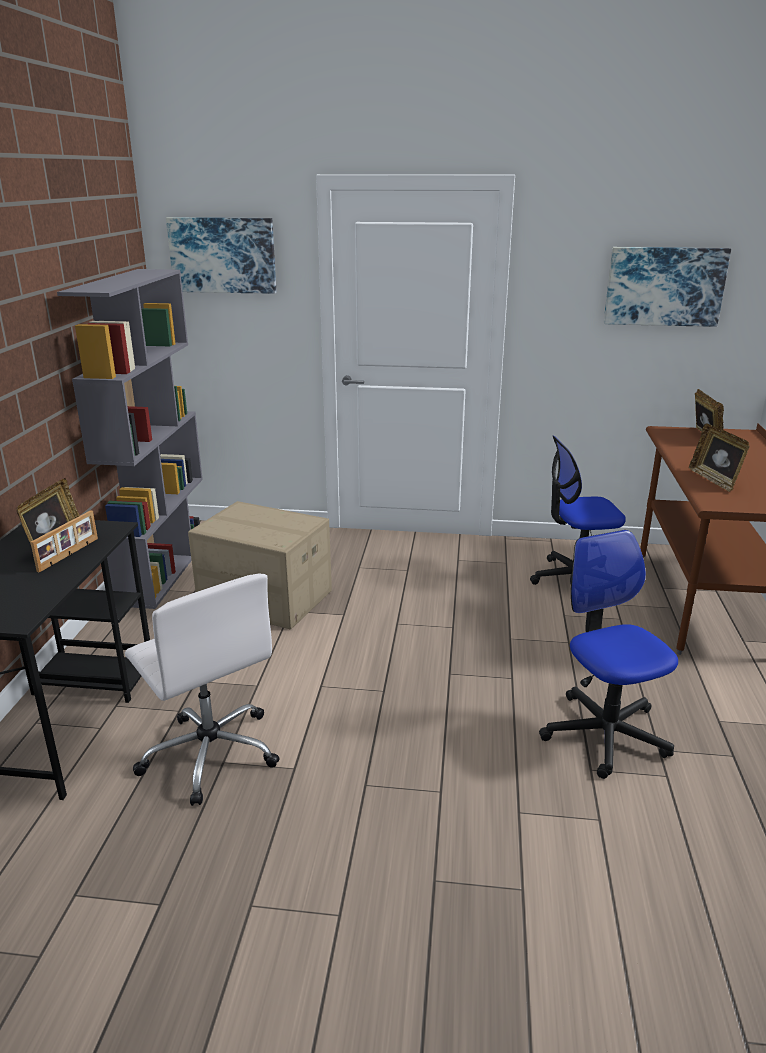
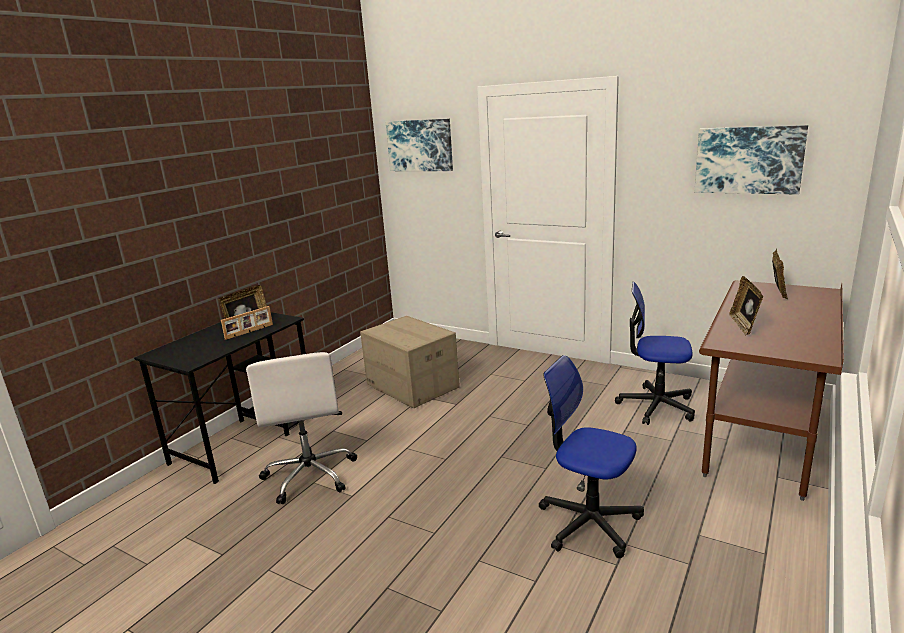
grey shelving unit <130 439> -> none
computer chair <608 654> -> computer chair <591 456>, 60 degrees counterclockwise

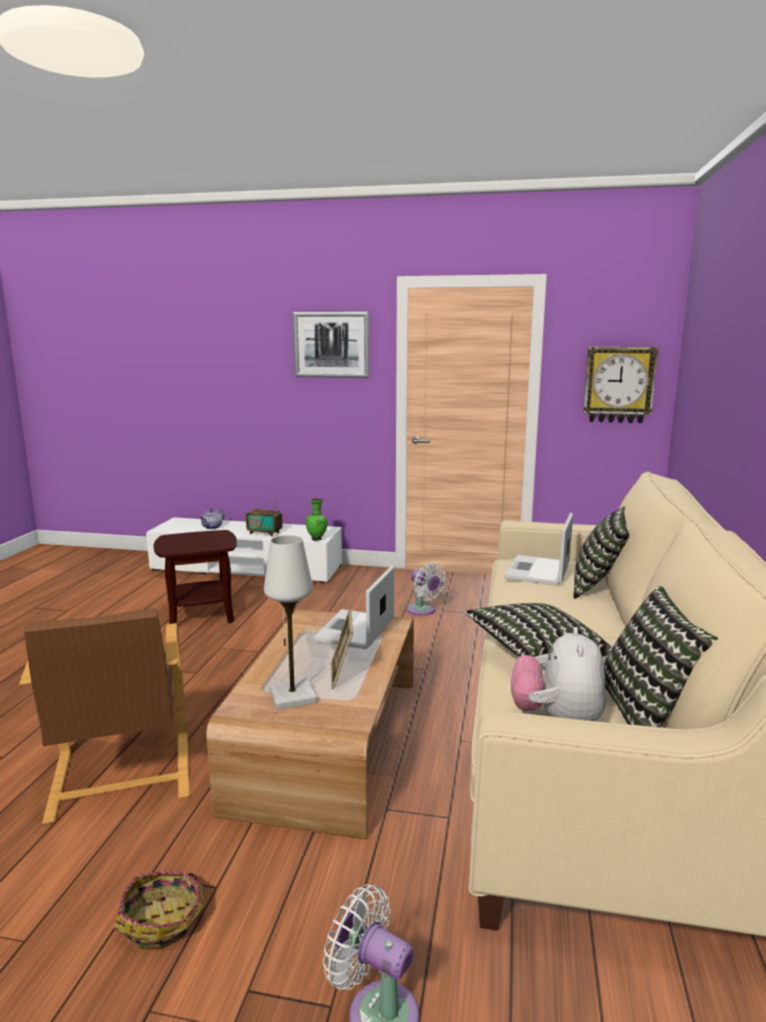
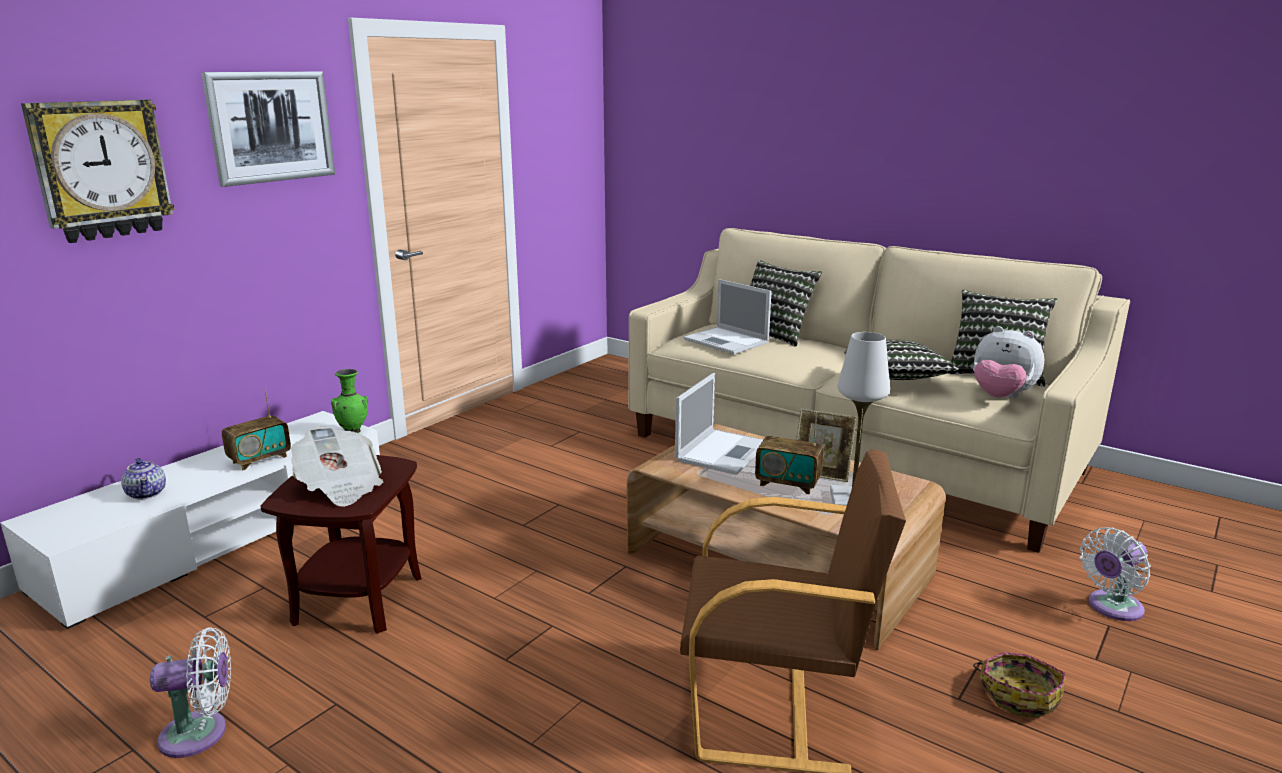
none -> newspaper <337 466>
none -> radio <789 453>
whitish fan <426 589> -> whitish fan <190 692>, move
hanging clock <621 385> -> hanging clock <98 171>, move
laptop <353 607> -> laptop <719 424>, 105 degrees counterclockwise

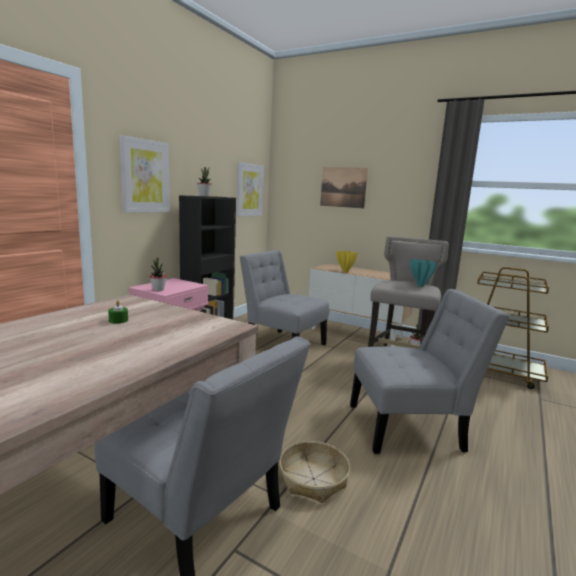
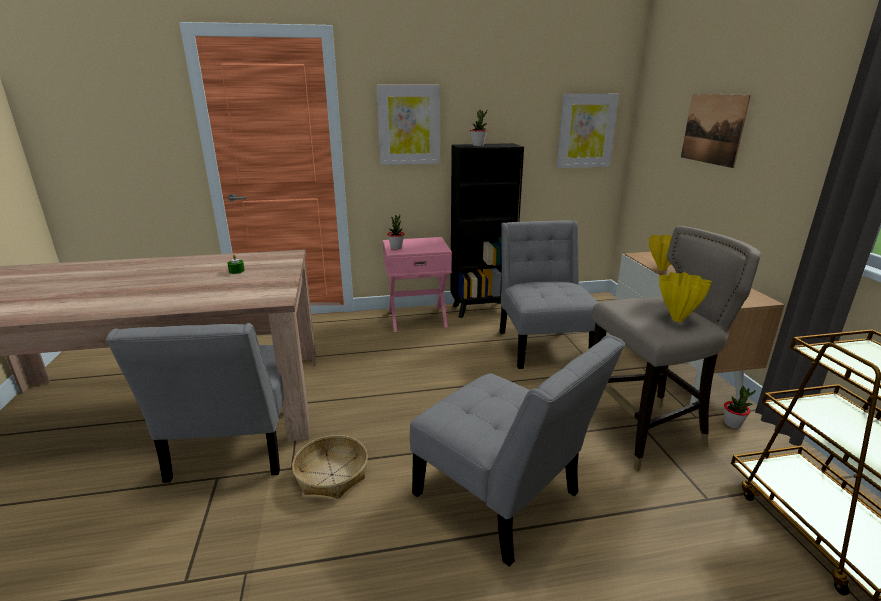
turquoise decorative vase <423 273> -> yellow-coloured decorative vase <685 297>

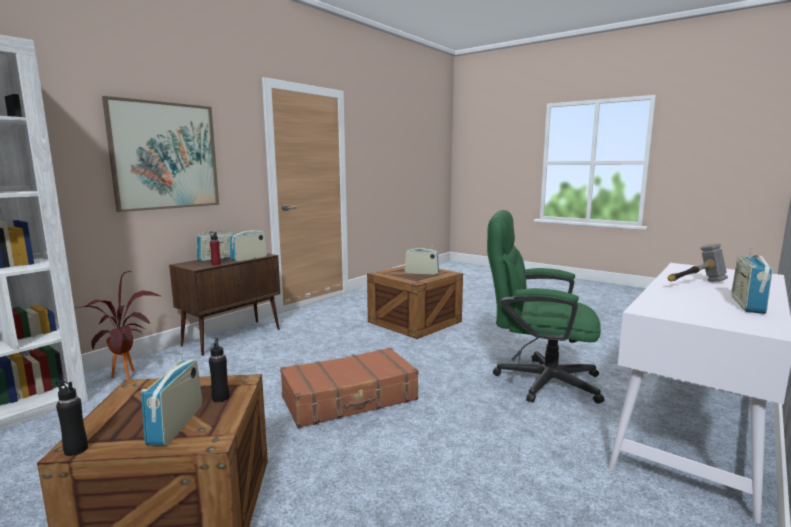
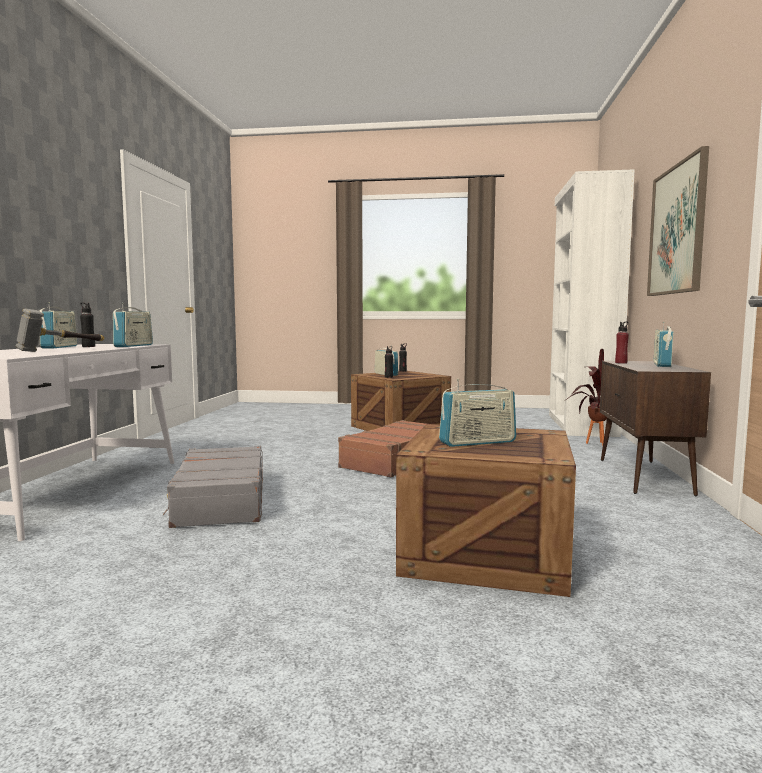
none -> blackish drink bottle <87 325>
radio <248 243> -> radio <133 325>, move
green-coloured computer chair <546 307> -> grey suitcase <213 487>

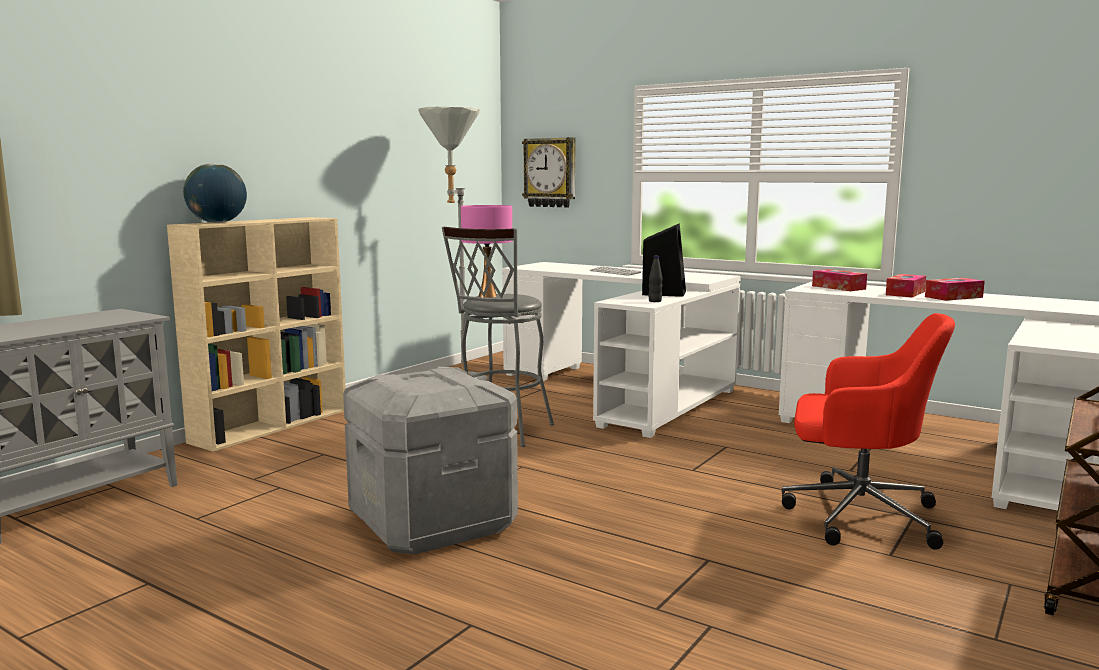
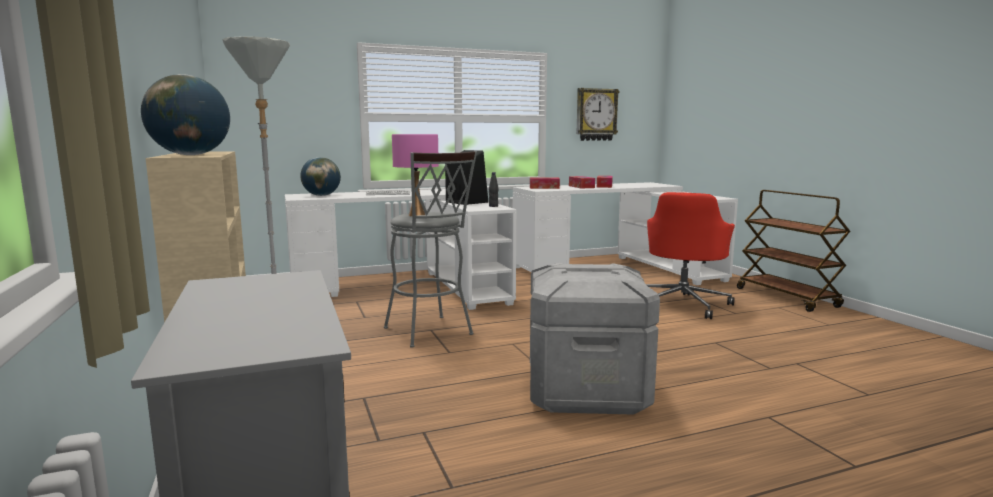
none -> globe <320 176>
hanging clock <549 172> -> hanging clock <598 114>, move
red computer chair <868 431> -> red computer chair <690 255>, 150 degrees clockwise

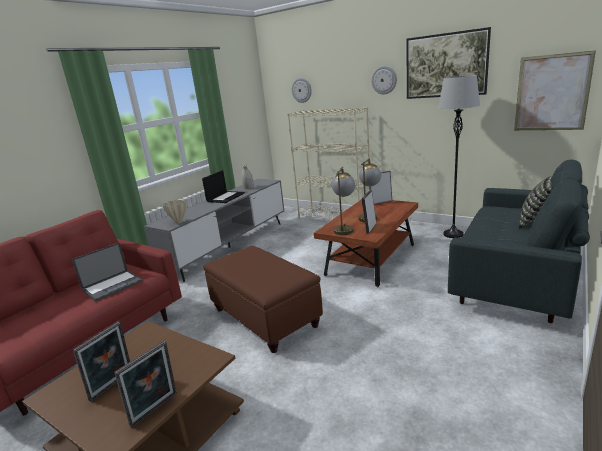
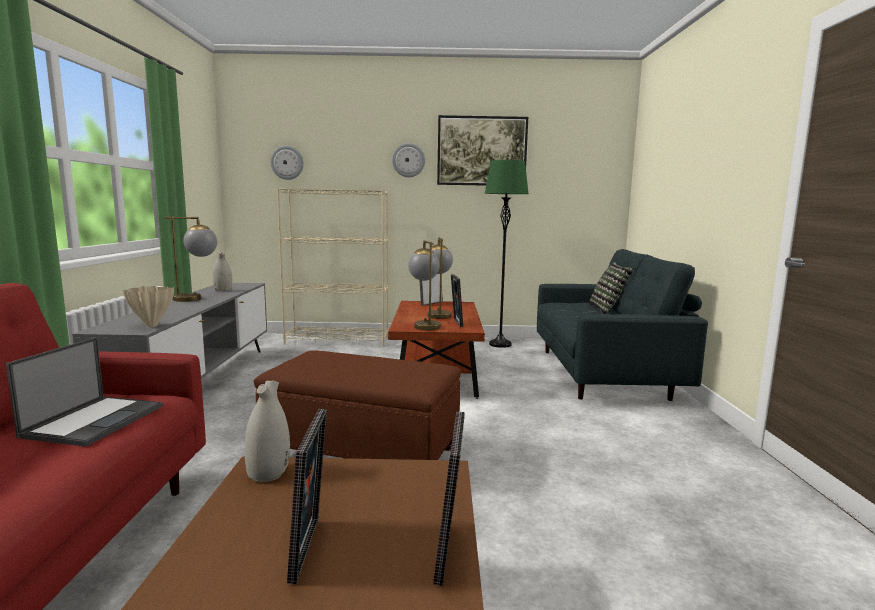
wall picture <555 90> -> none
none -> whitish decorative vase <267 431>
laptop <223 186> -> tabletop lamp <190 259>
grey standard lamp <459 156> -> green-coloured standard lamp <506 254>

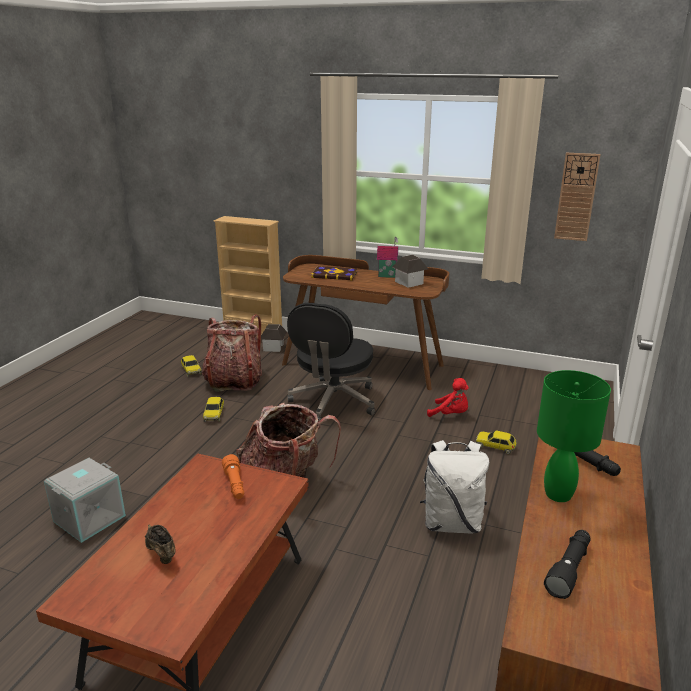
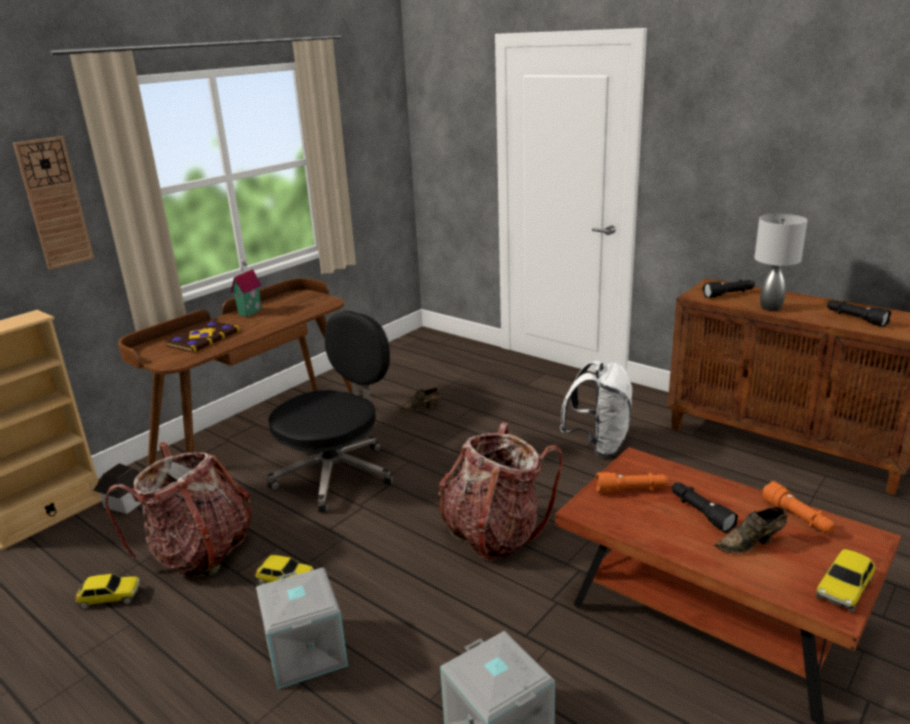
model house <410 271> -> none
none -> grey storage container <302 628>
none -> blackish hand torch <705 507>
none -> orange-coloured hand torch <798 507>
toy car <496 442> -> toy car <845 581>, move
hanging clock <577 197> -> hanging clock <53 203>, move
red cuddly toy <448 397> -> brown-coloured shoe <419 400>
green-coloured tabletop lamp <574 436> -> grey tabletop lamp <781 262>
blackish computer chair <331 362> -> blackish computer chair <330 412>, 90 degrees counterclockwise

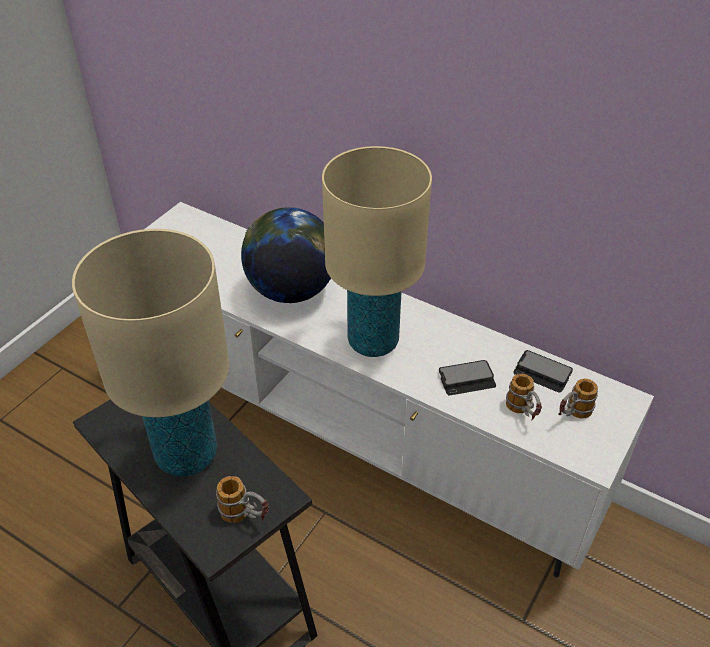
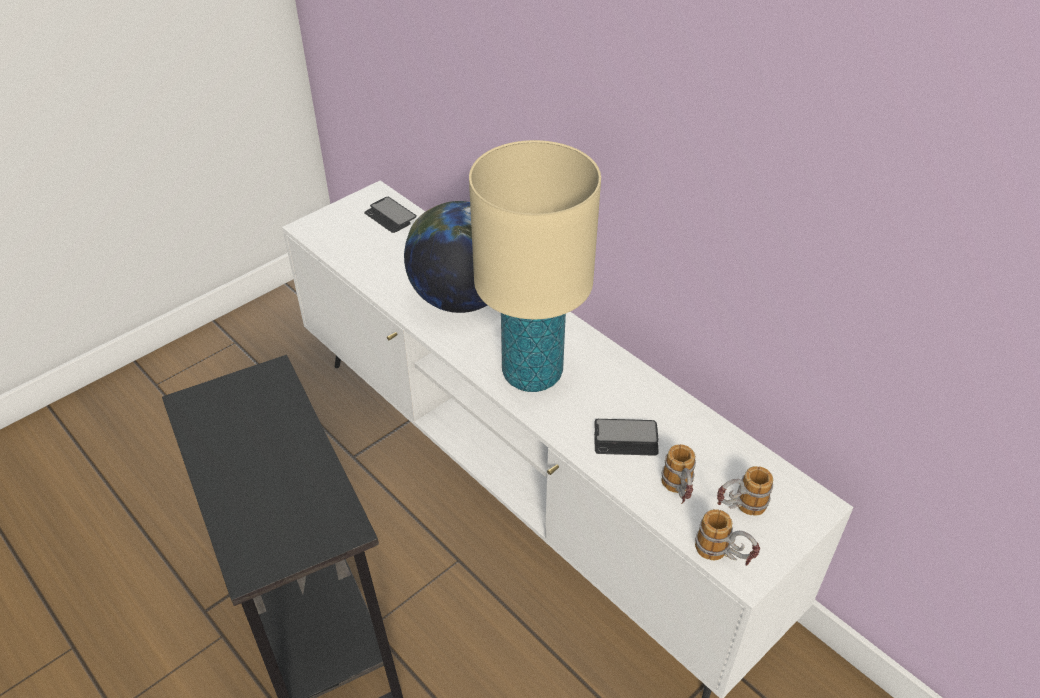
sand-coloured tabletop lamp <150 352> -> none
coffee mug <242 499> -> coffee mug <727 537>, move
telephone <543 371> -> telephone <390 215>, move

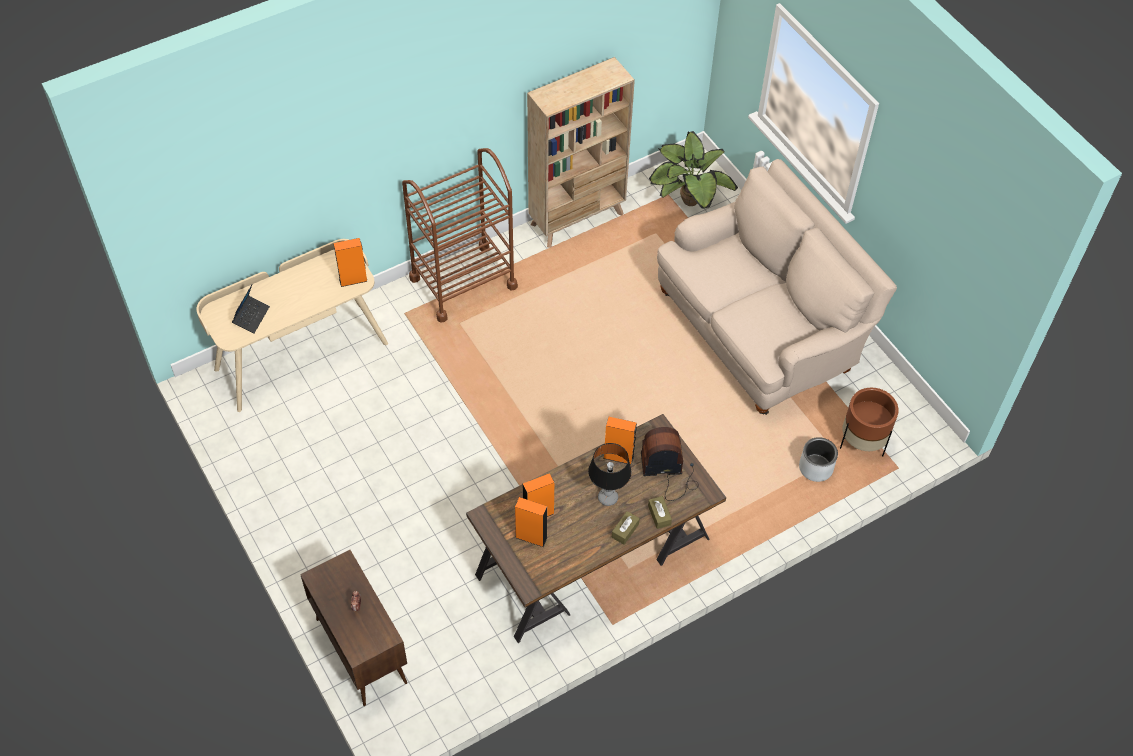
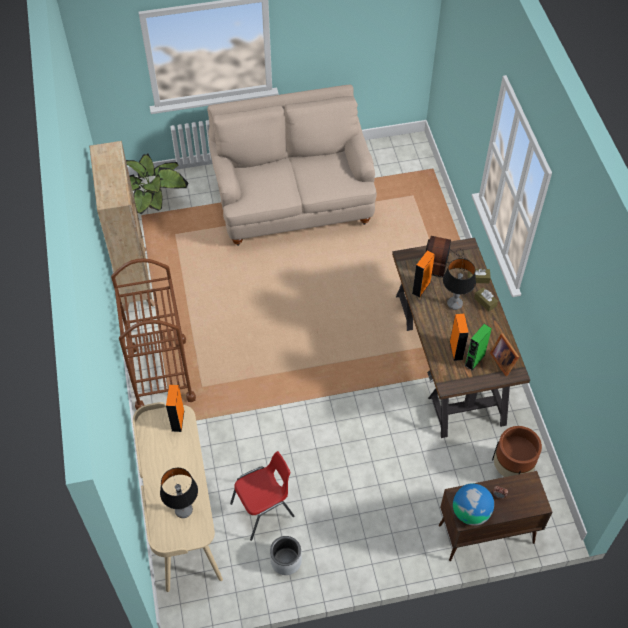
none -> red chair <262 496>
none -> globe <473 504>
none -> picture frame <504 354>
grey flower pot <818 459> -> grey flower pot <286 555>, move
brown-coloured flower pot <869 422> -> brown-coloured flower pot <517 451>, move
laptop <251 309> -> tabletop lamp <179 493>
orange-coloured loudspeaker <531 522> -> green-coloured loudspeaker <478 347>

